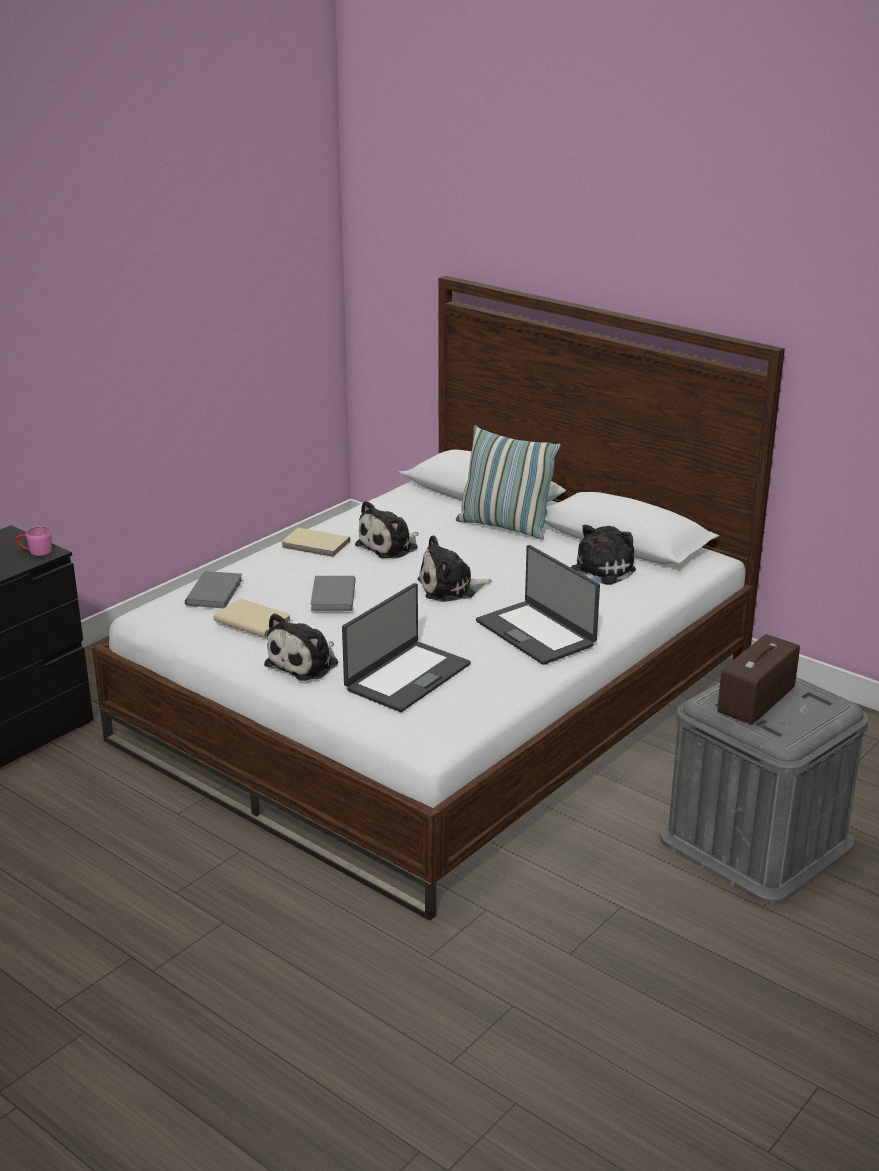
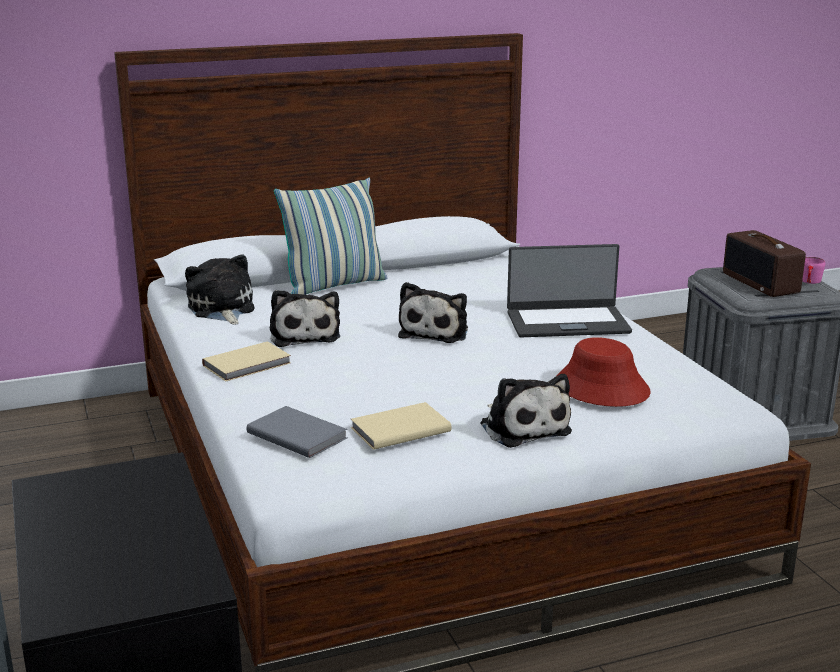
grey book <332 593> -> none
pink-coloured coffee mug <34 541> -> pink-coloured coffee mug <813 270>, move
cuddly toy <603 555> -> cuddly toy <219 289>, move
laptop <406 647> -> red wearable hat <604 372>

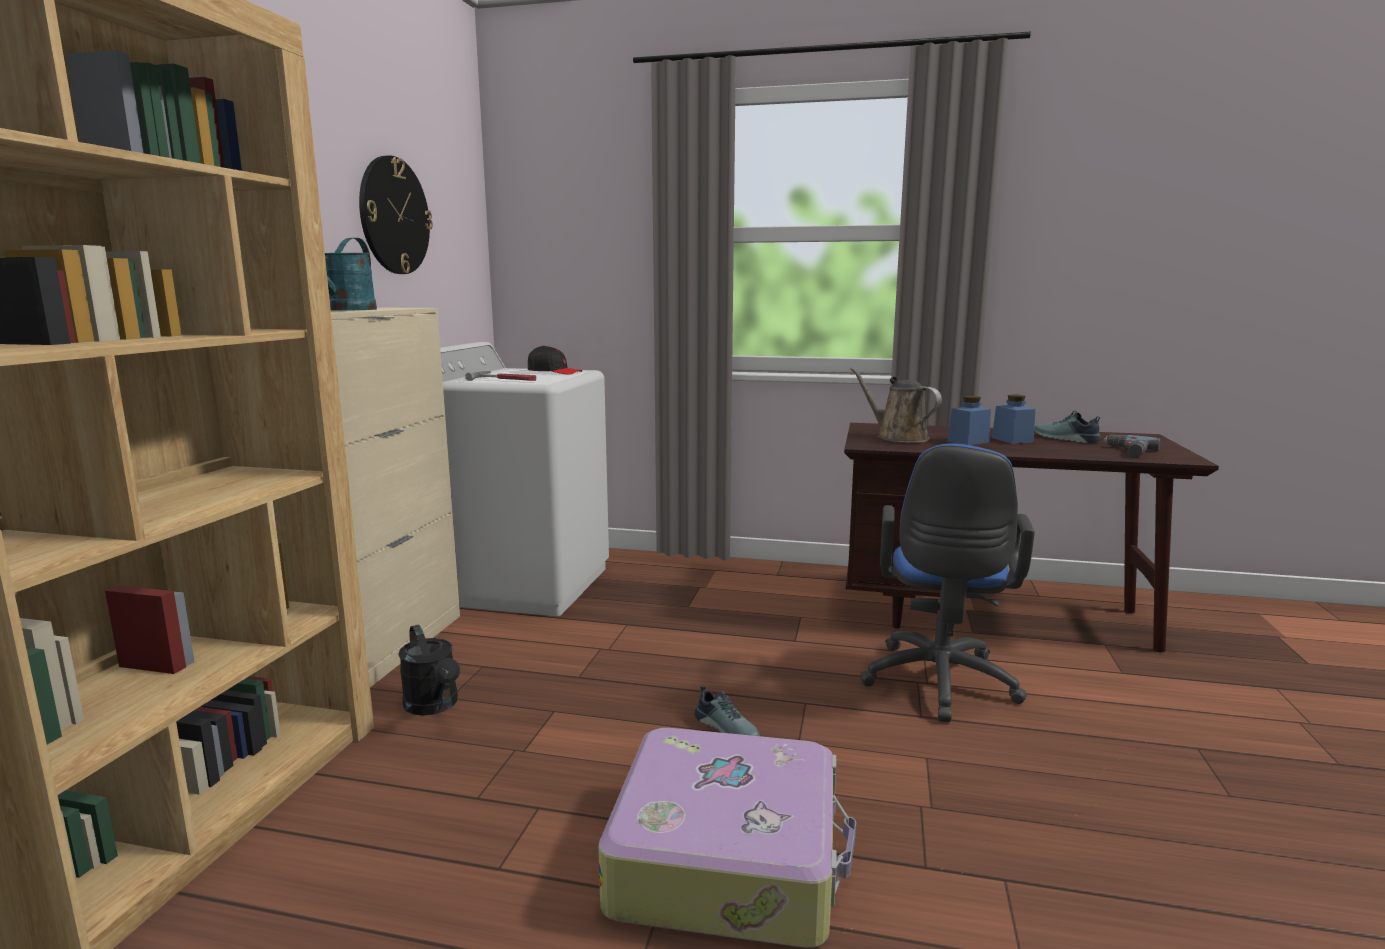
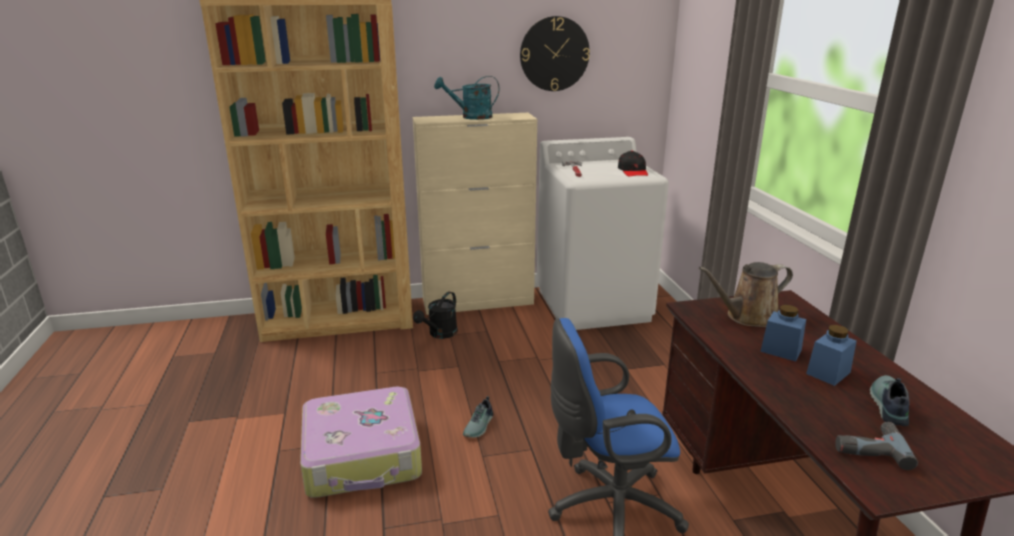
brown-coloured watering pot <896 405> -> brown-coloured watering pot <746 294>, 135 degrees counterclockwise

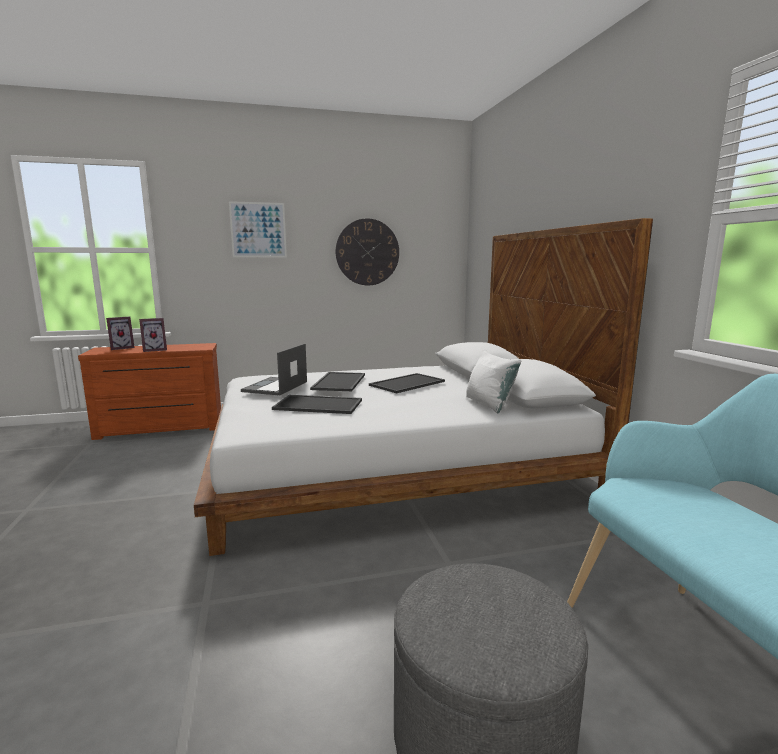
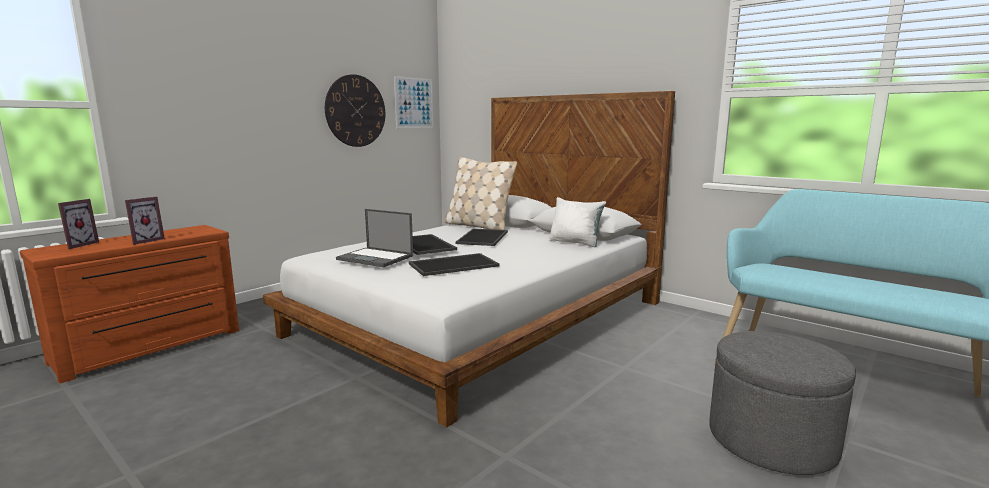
none -> sand-coloured cushion <481 193>
wall picture <258 229> -> wall picture <413 102>, move
laptop <274 369> -> laptop <374 238>, 45 degrees counterclockwise

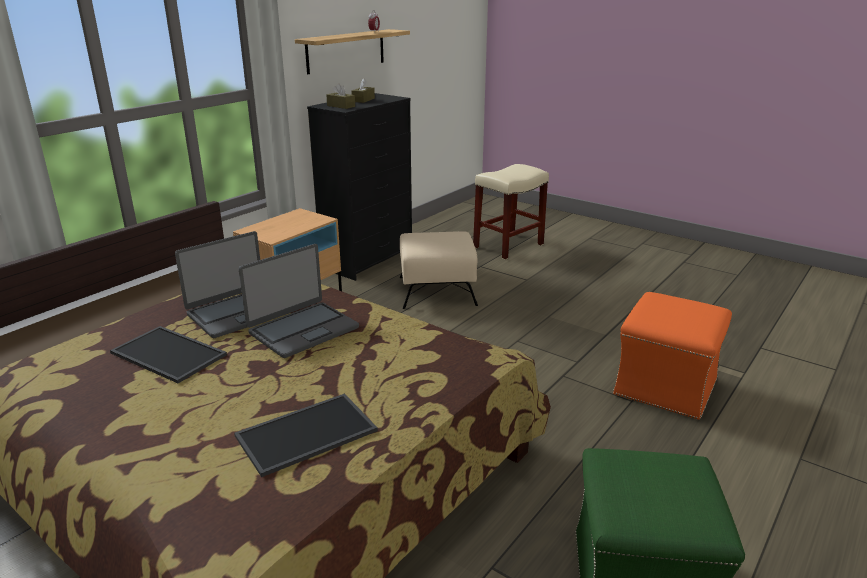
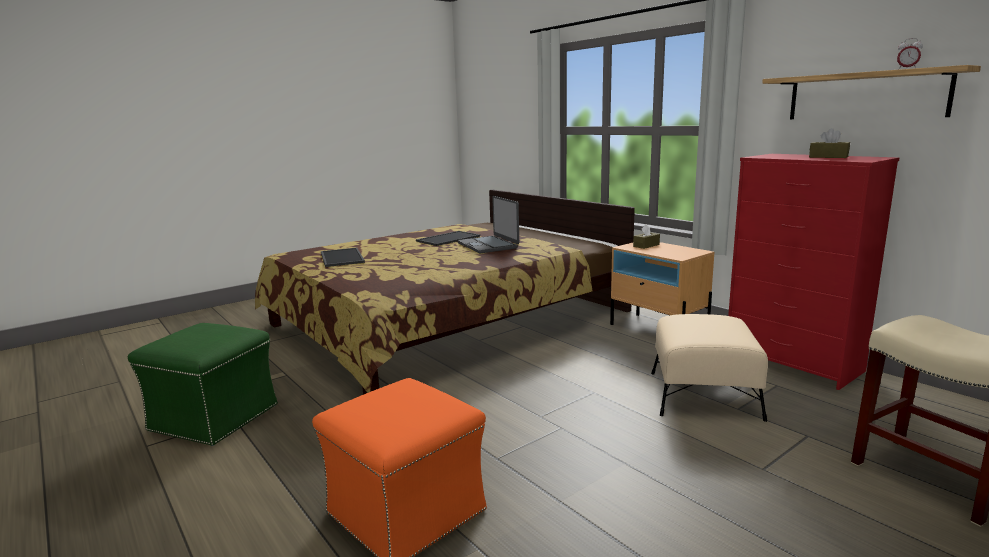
laptop <299 301> -> none
brown-coloured tissue holder <340 96> -> brown-coloured tissue holder <646 236>, move
blackish dresser <359 187> -> red dresser <813 272>

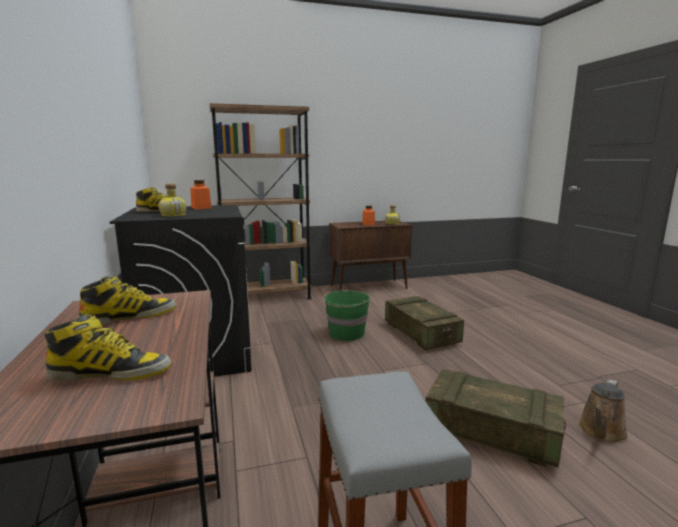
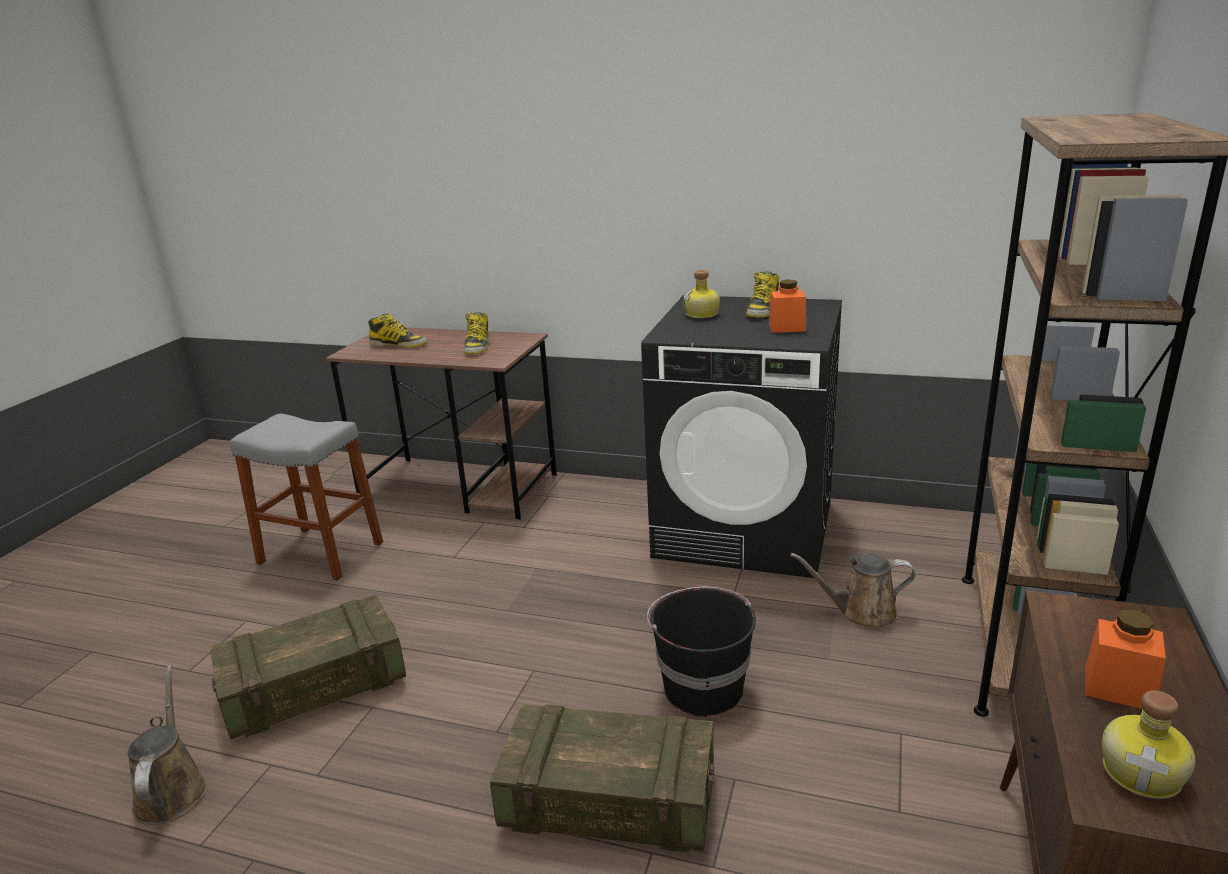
none -> brown-coloured watering pot <853 591>
green-coloured bucket <346 315> -> blackish bucket <701 652>
high-top boot <107 347> -> high-top boot <397 330>, 105 degrees counterclockwise

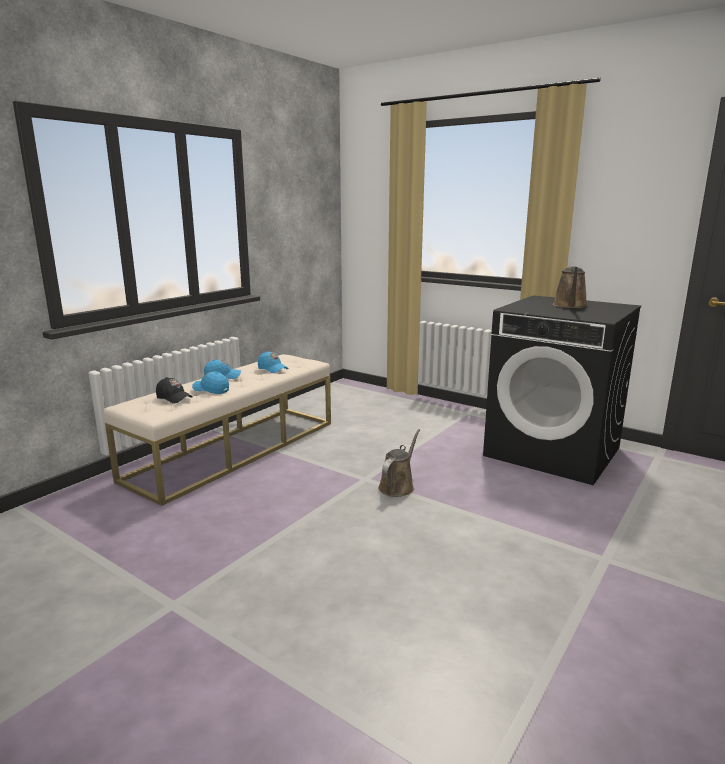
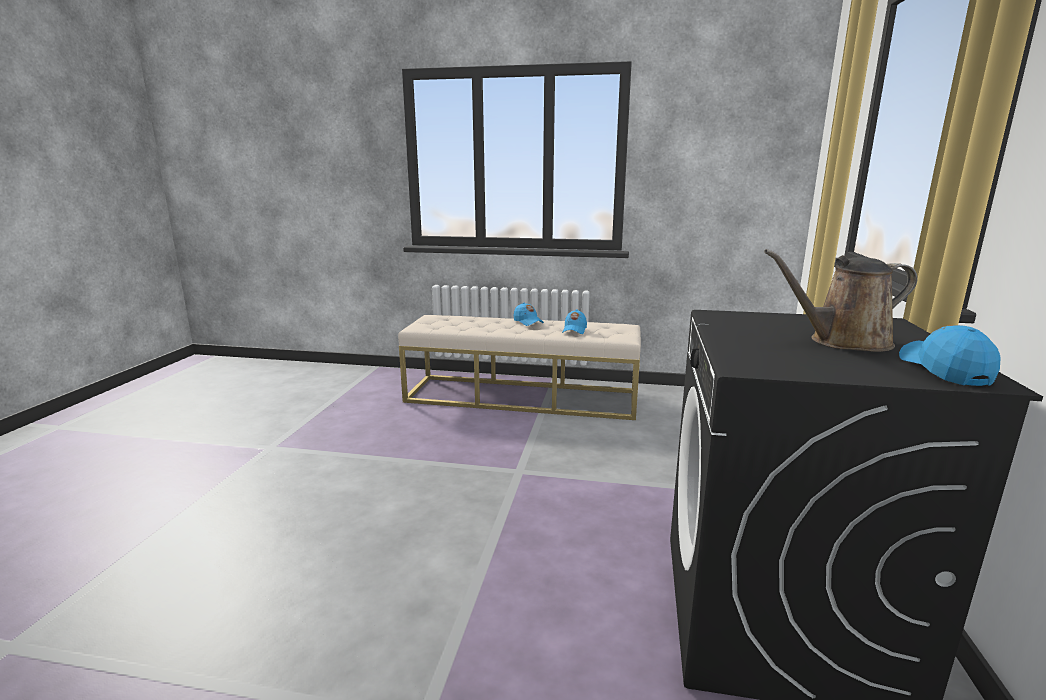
blackish baseball cap <174 390> -> none
brown-coloured watering pot <399 463> -> none
blue-coloured baseball cap <210 383> -> blue-coloured baseball cap <949 355>, move

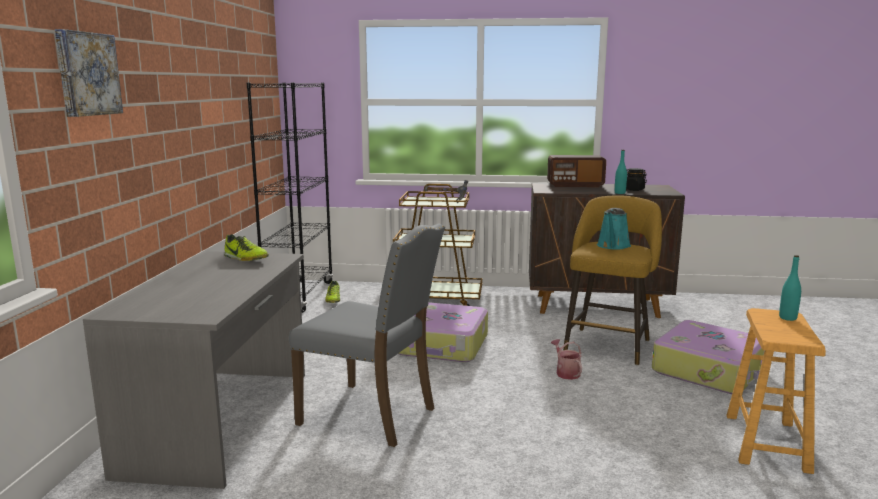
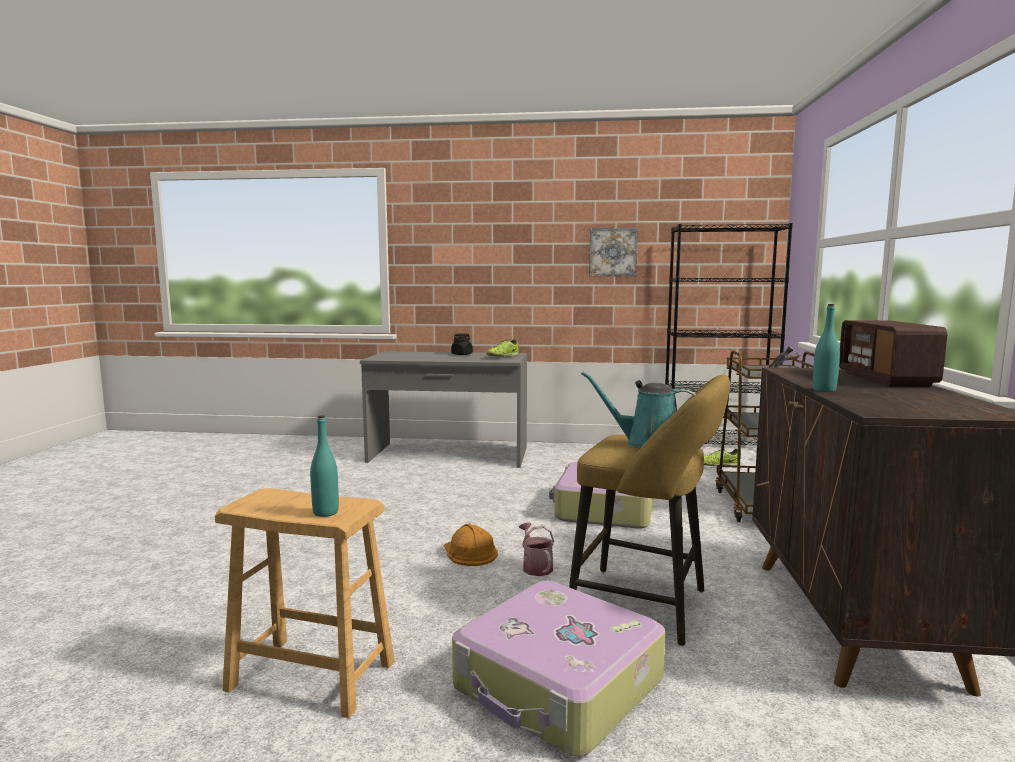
grey chair <367 335> -> none
none -> orange-coloured hard hat <471 544>
wall picture <89 73> -> wall picture <613 252>, move
blackish preserve jar <636 179> -> blackish preserve jar <462 344>, move
watering pot <566 359> -> watering pot <536 549>, 90 degrees counterclockwise

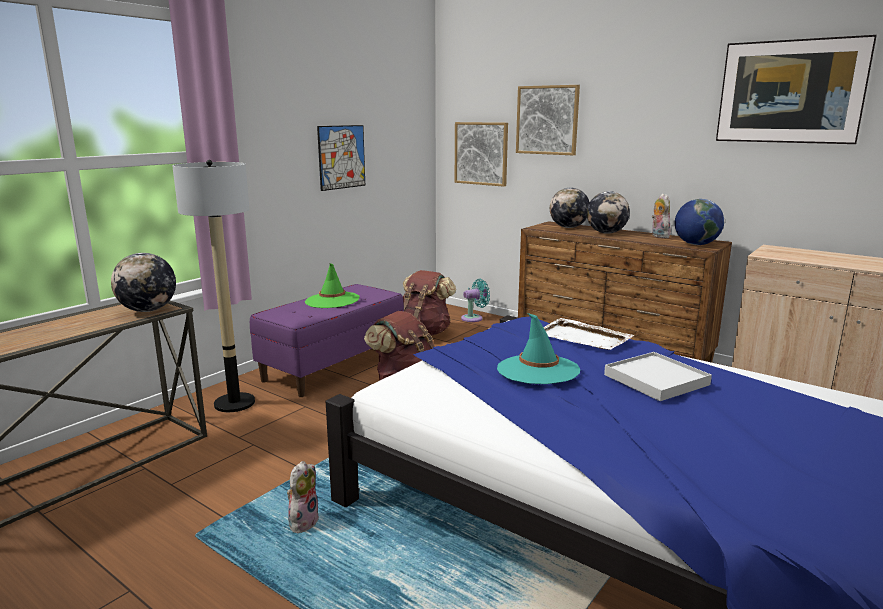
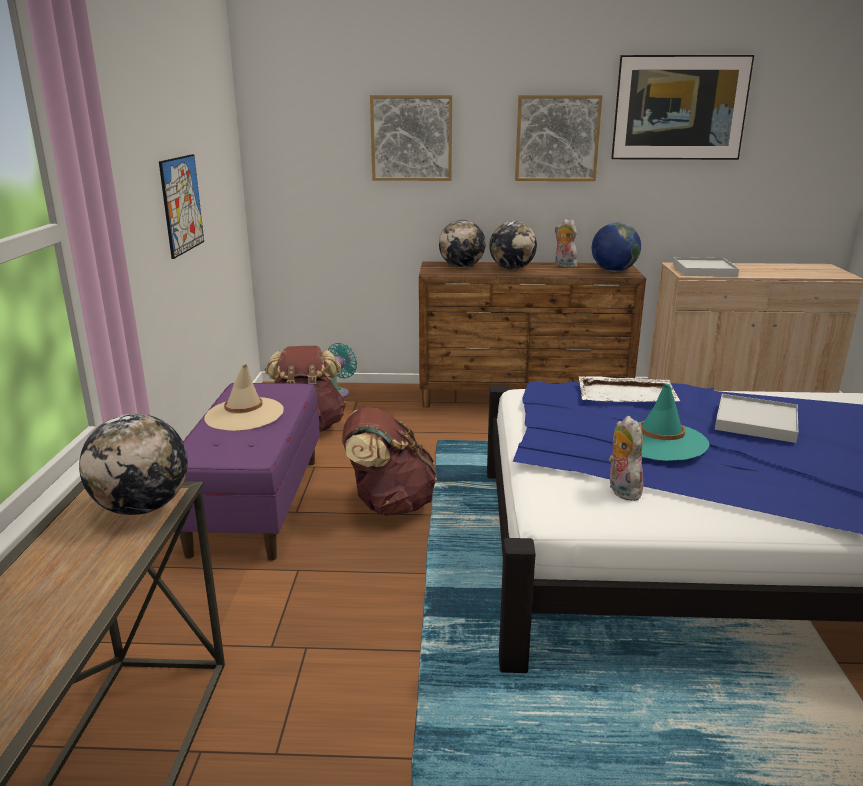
standard lamp <213 286> -> none
none -> whitish carrying tray <706 267>
cuddly toy <303 497> -> cuddly toy <625 458>, move
wall picture <481 154> -> wall picture <559 138>, move
green-coloured wearable hat <332 285> -> sand-coloured wearable hat <244 397>

